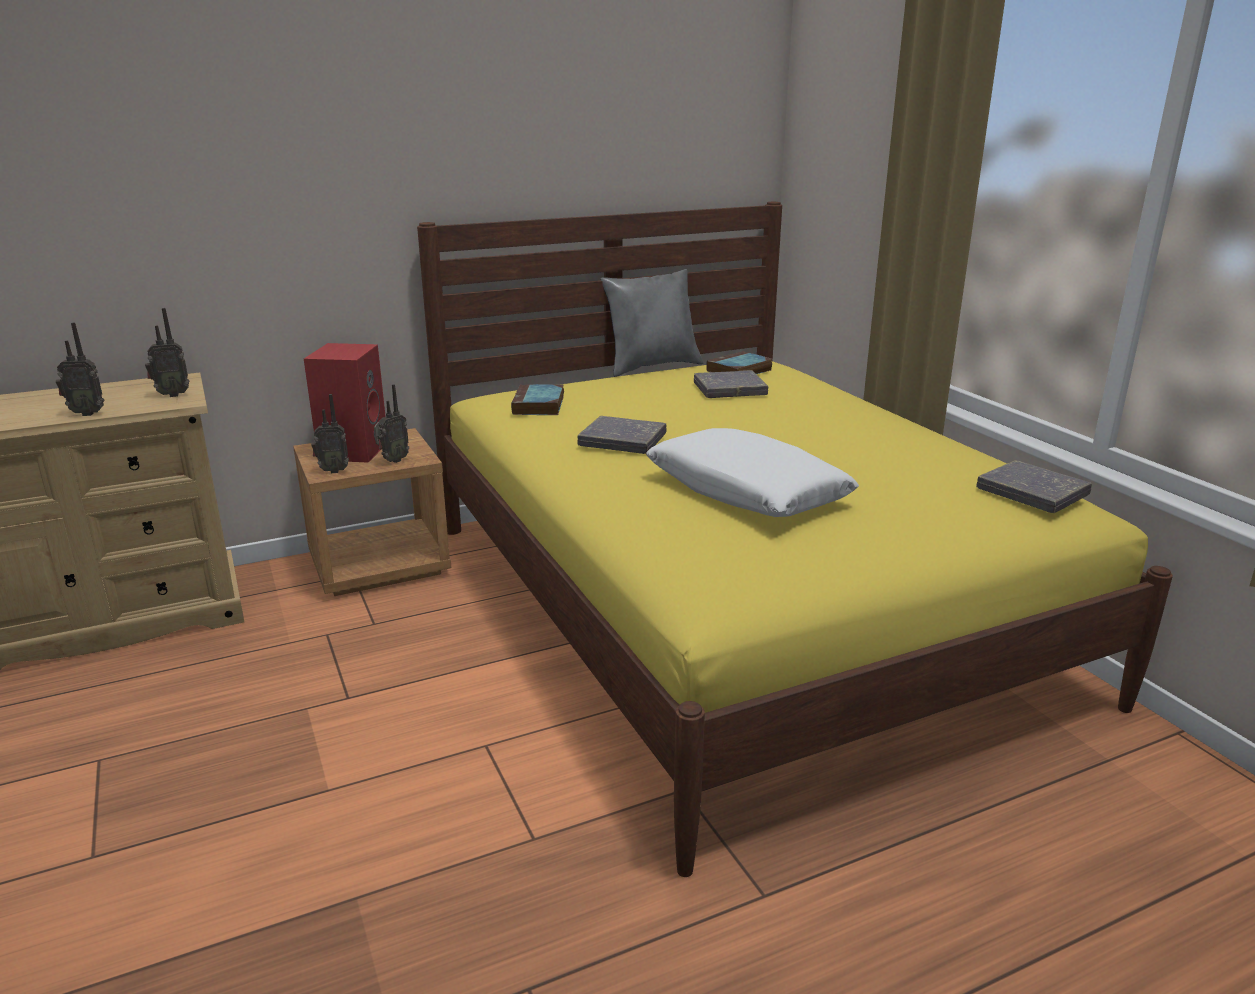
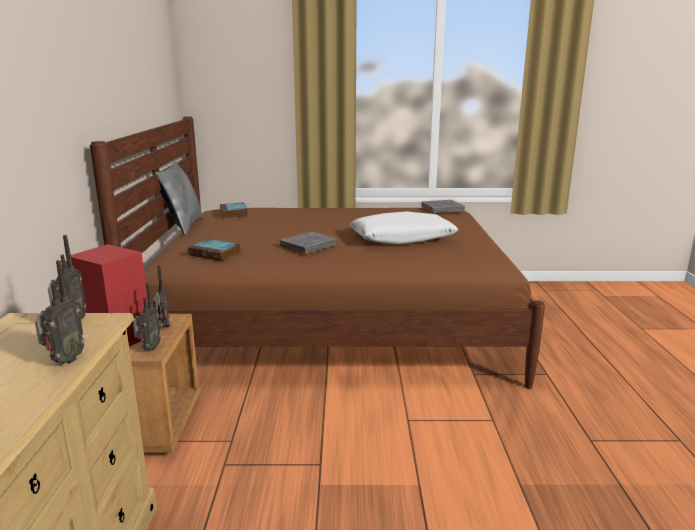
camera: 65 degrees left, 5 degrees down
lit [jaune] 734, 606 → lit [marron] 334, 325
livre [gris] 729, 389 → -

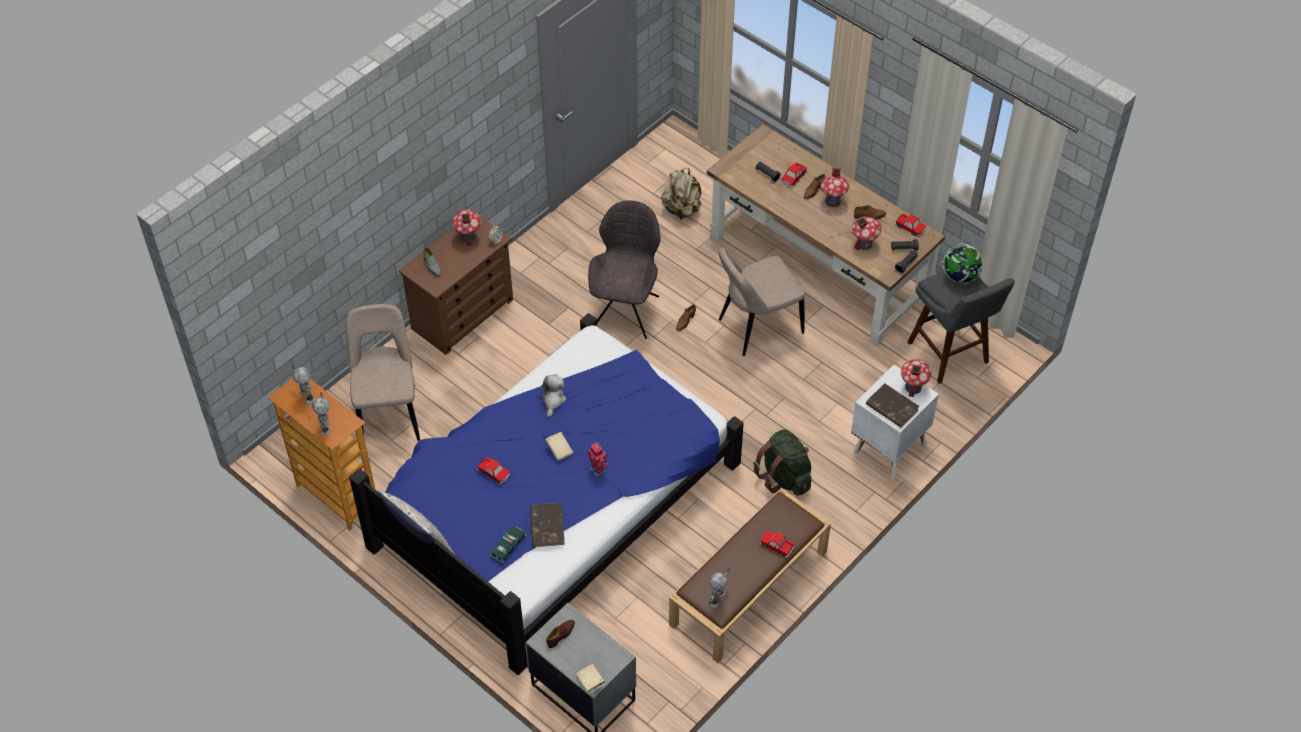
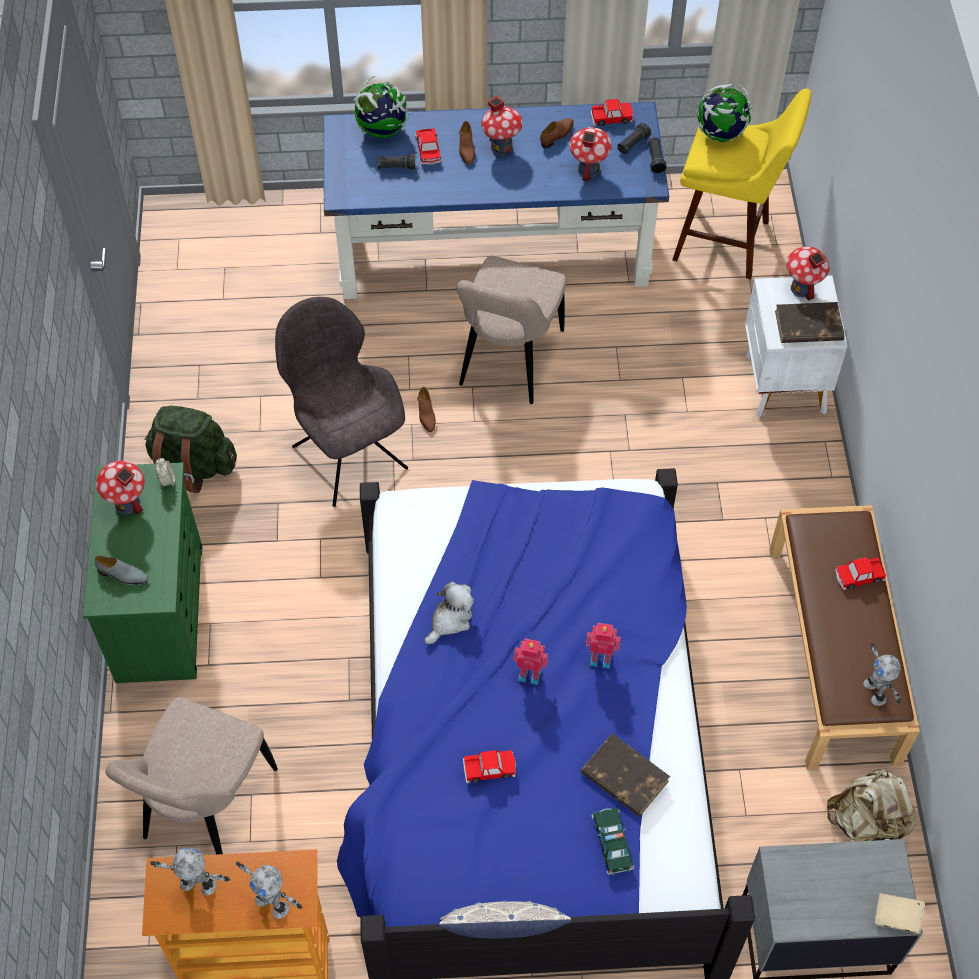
camera: 45 degrees left, 5 degrees up
chaise [beige] 389, 412 → chaise [beige] 206, 809, 105 degrees counterclockwise
commode [marron] 463, 314 → commode [vert] 160, 612
peluche 553, 400 → peluche 450, 619, 75 degrees clockwise
livre [beige] 559, 450 → robot jouet 530, 673
chaussure [marron] 561, 635 → -
sac à dos [beige] 682, 209 → sac à dos [beige] 867, 821, move
bureau [marron] 818, 266 → bureau [bleu] 494, 248
sac à dos [vert] 784, 476 → sac à dos [vert] 193, 466, move
tabouret [gris] 950, 355 → tabouret [jaune] 726, 242
- → globe 382, 130

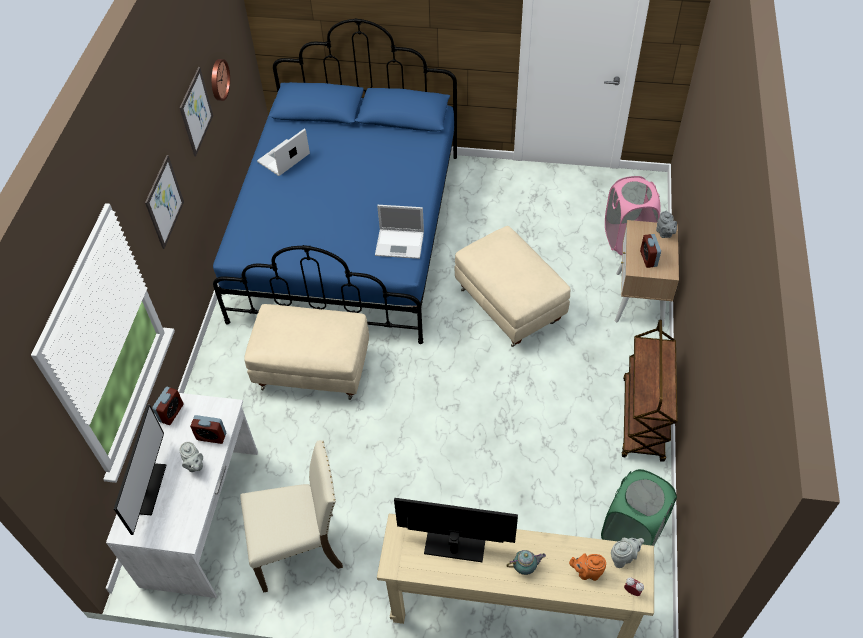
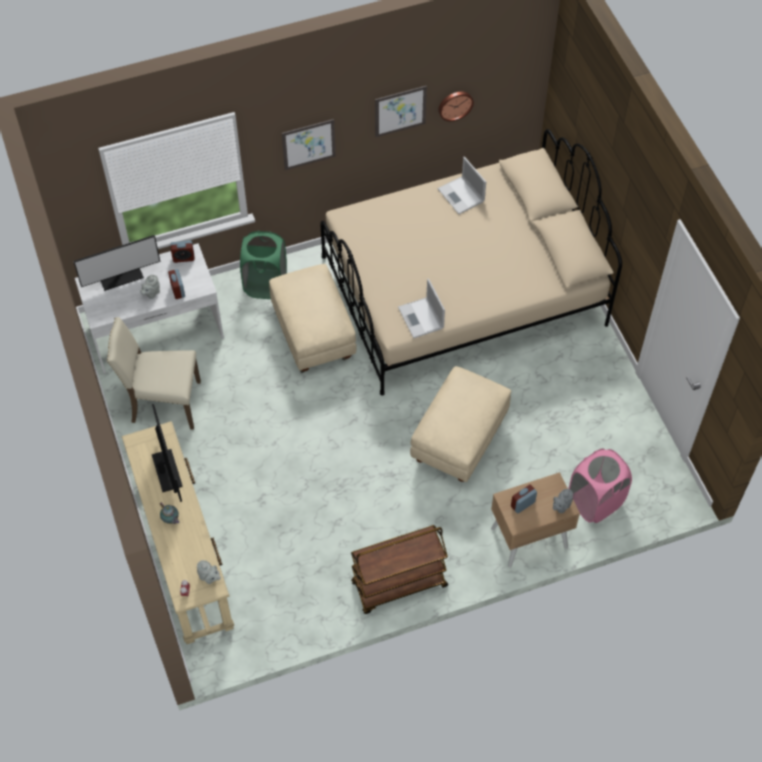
camera: 60 degrees right, 5 degrees up
lit [bleu] 350, 235 → lit [beige] 463, 291
chaise [beige] 300, 548 → chaise [beige] 164, 403, 135 degrees clockwise
ordinateur portable 283, 159 → ordinateur portable 461, 196, 135 degrees counterclockwise
théière [orange] 587, 572 → -
panier à linge [vert] 632, 534 → panier à linge [vert] 265, 284, move

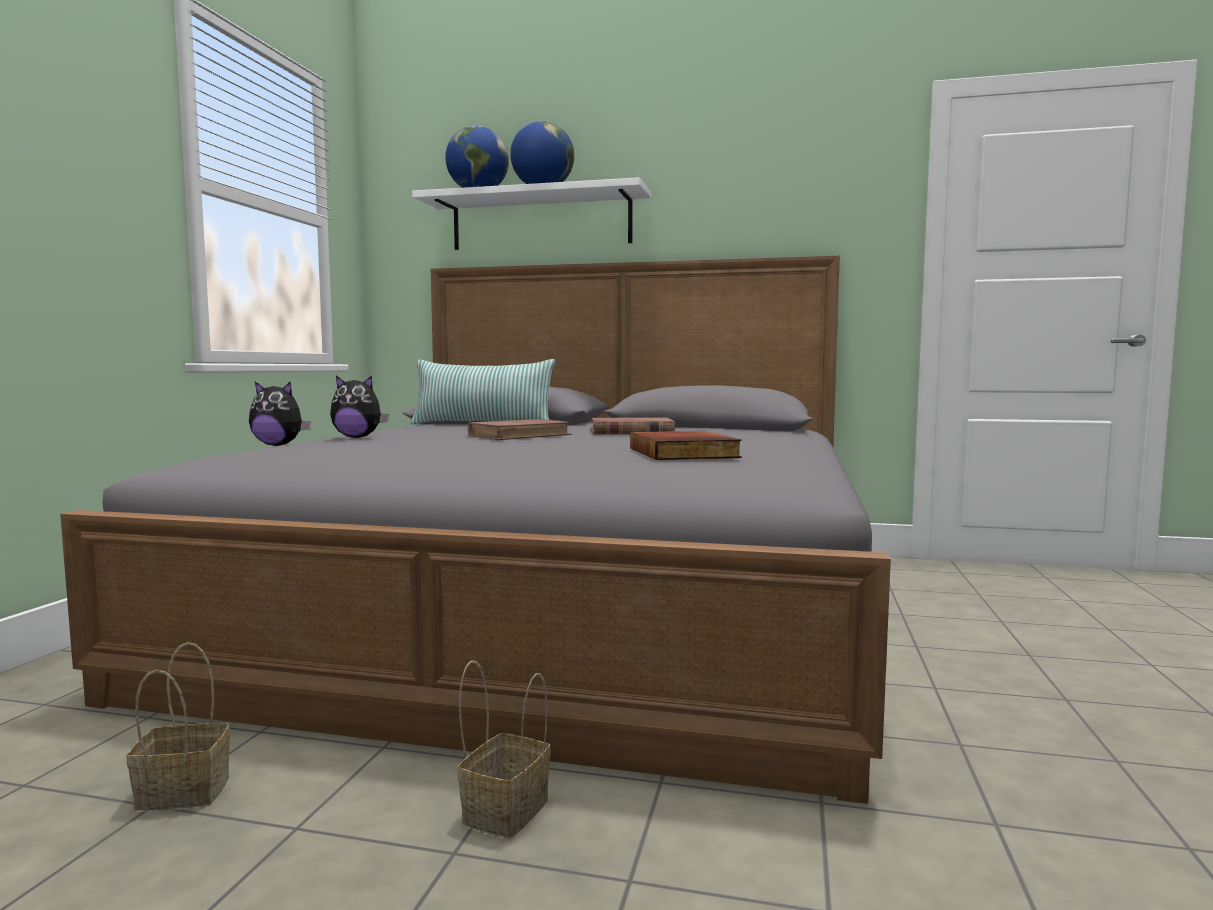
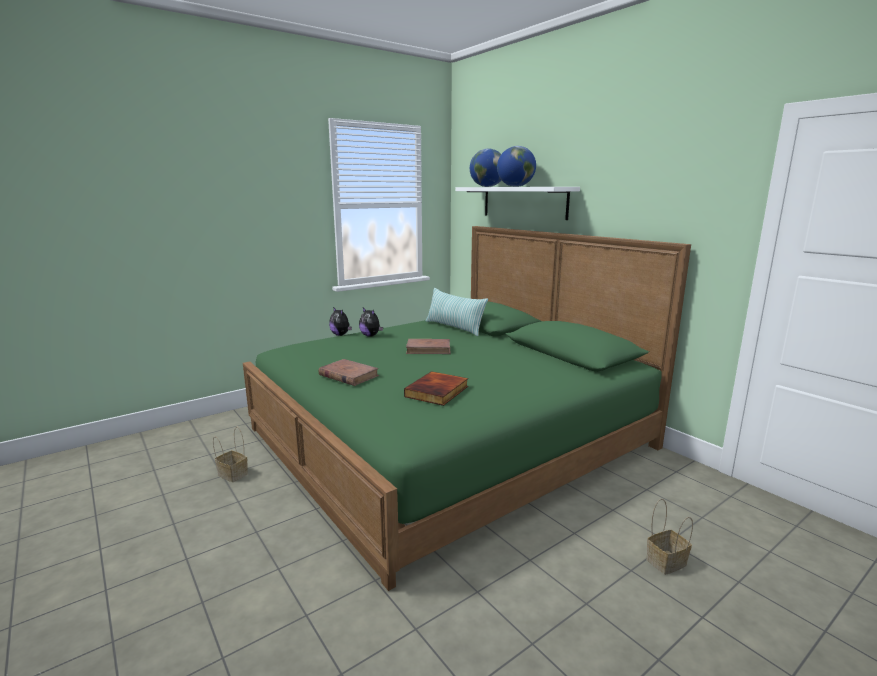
camera: 40 degrees right, 10 degrees up
lit [gris] 562, 607 → lit [vert] 448, 437
panier 506, 809 → panier 666, 561, move
livre [marron] 631, 432 → livre [marron] 348, 375, move

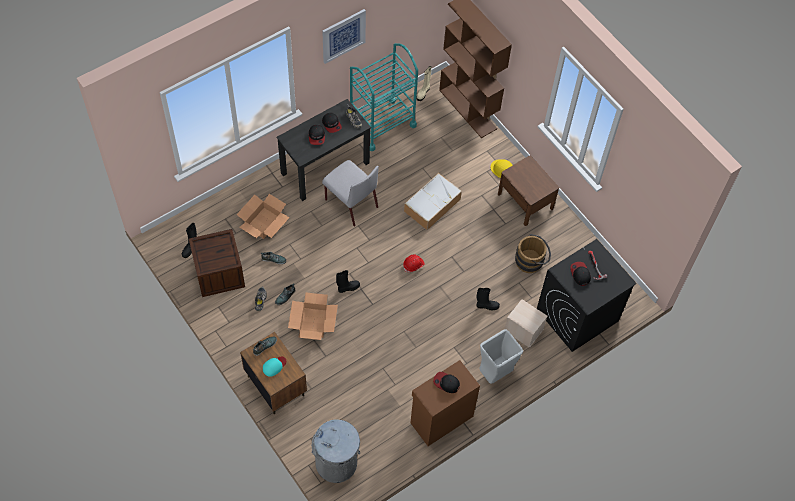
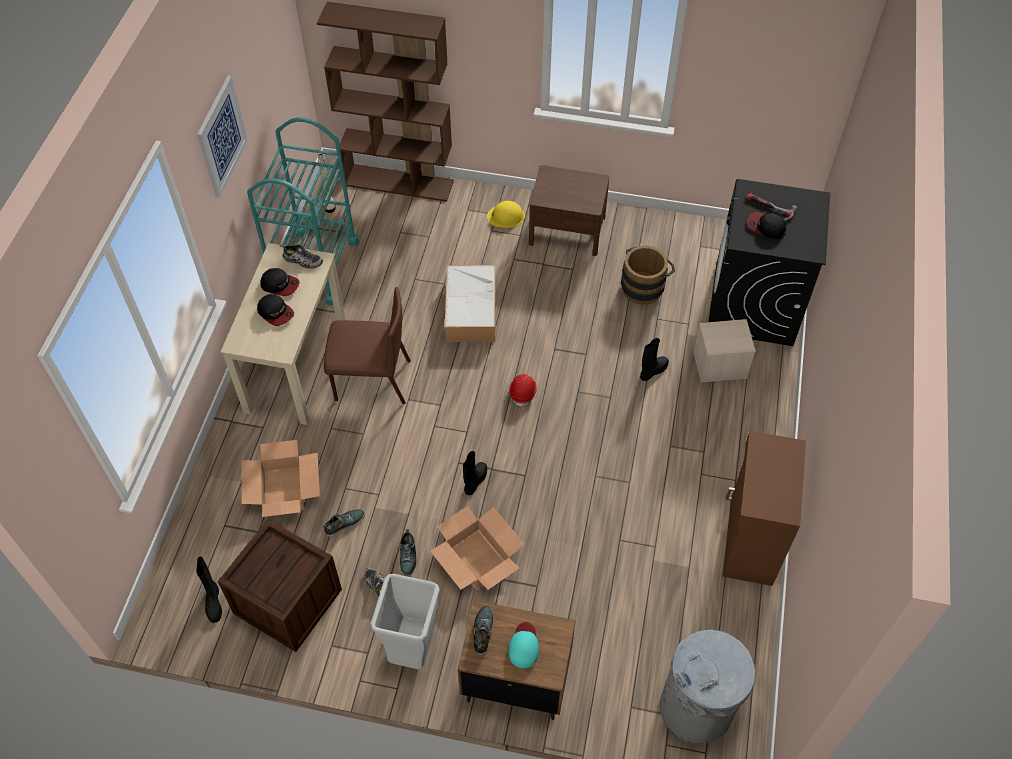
camera: 40 degrees left, 5 degrees down
bureau [noir] 325, 168 → bureau [beige] 296, 364
chaise [gris] 350, 203 → chaise [marron] 371, 380
casquette 446, 383 → -
poubelle [gris] 495, 373 → poubelle [gris] 412, 648, move

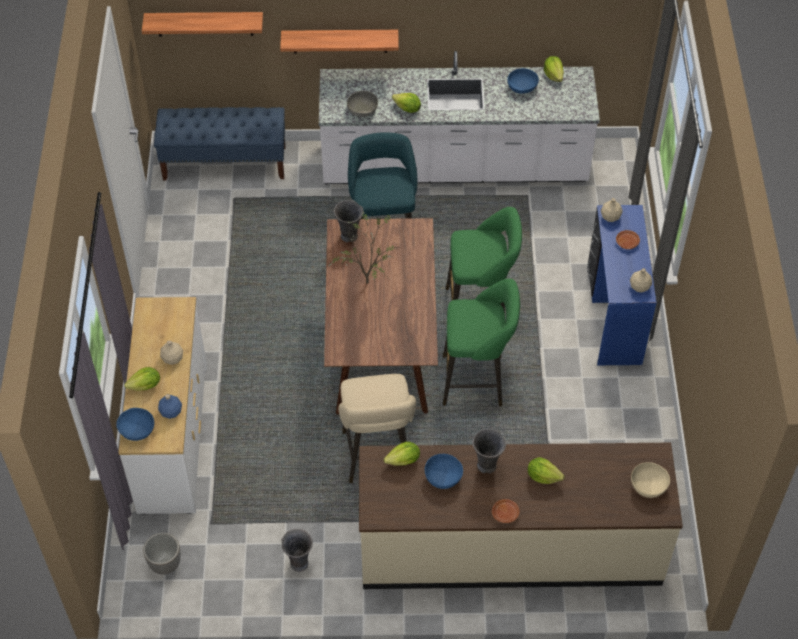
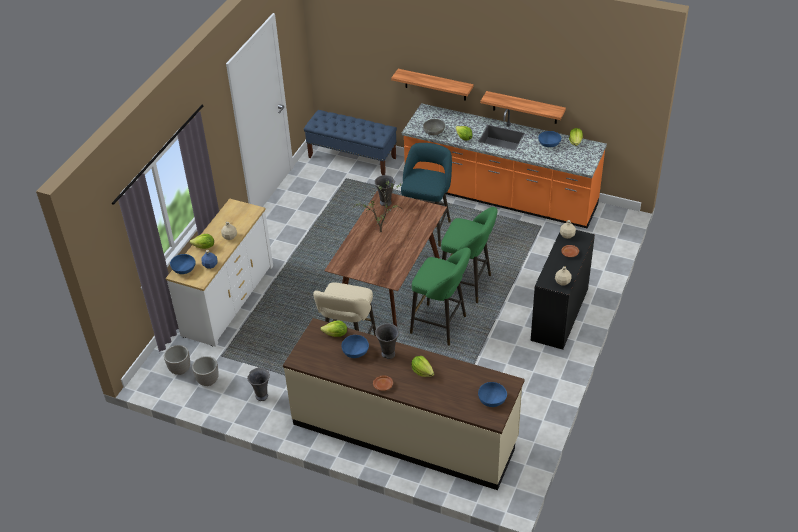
camera: 25 degrees right, 10 degrees down
étagère 204, 23 → étagère 525, 107, move
comptoir de cuisine [blanc] 454, 167 → comptoir de cuisine [orange] 500, 197
bureau [bleu] 612, 316 → bureau [noir] 559, 314
bol [beige] 648, 485 → bol [bleu] 492, 399
- → cache-pot 208, 381

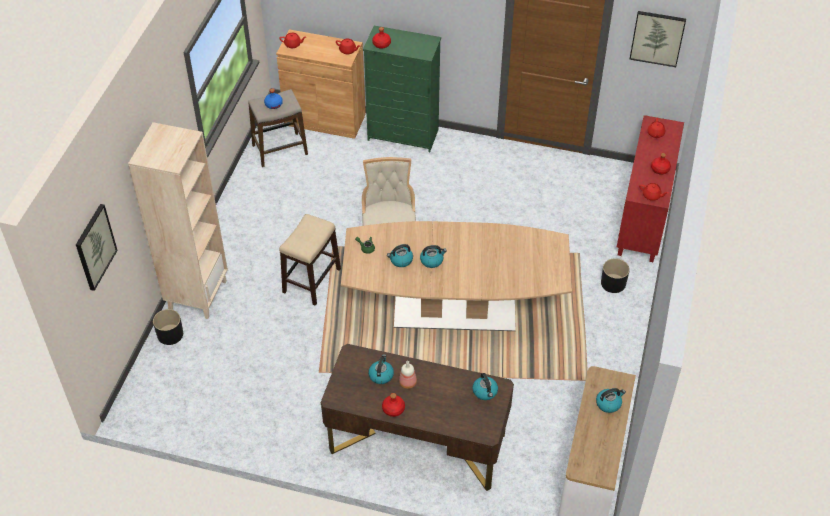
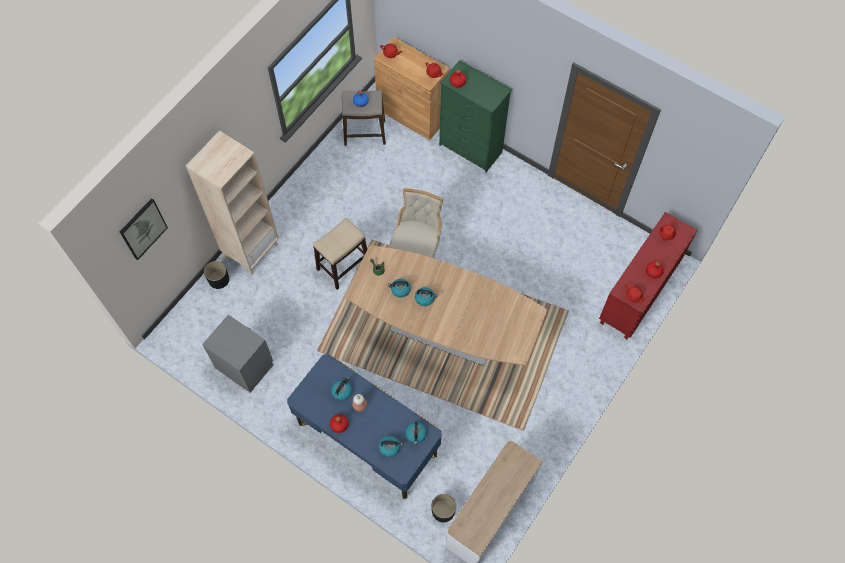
camera: 20 degrees right, 15 degrees up
bureau [marron] 417, 443 → bureau [bleu] 367, 439
bouilloire 608, 403 → bouilloire 390, 447, move
cache-pot [noir] 613, 283 → cache-pot [noir] 443, 510, move
tableau 657, 38 → -
- → table de chevet [gris] 245, 365

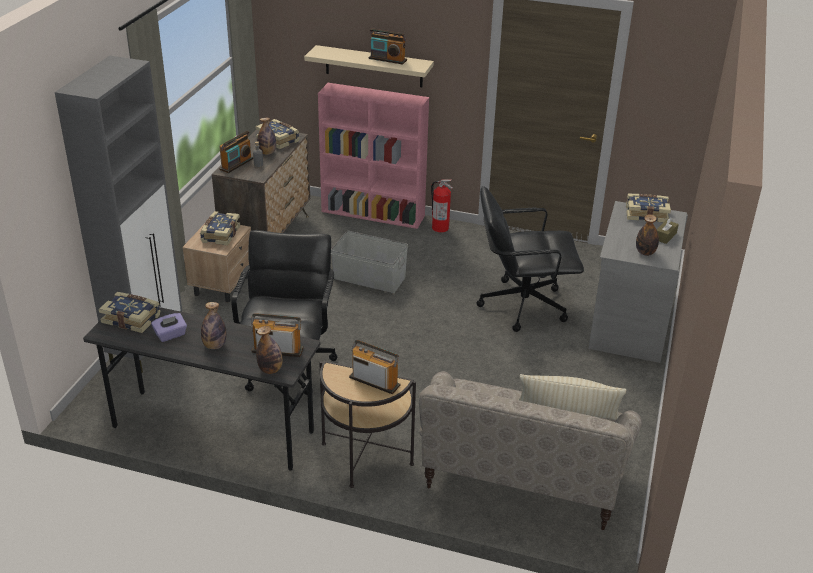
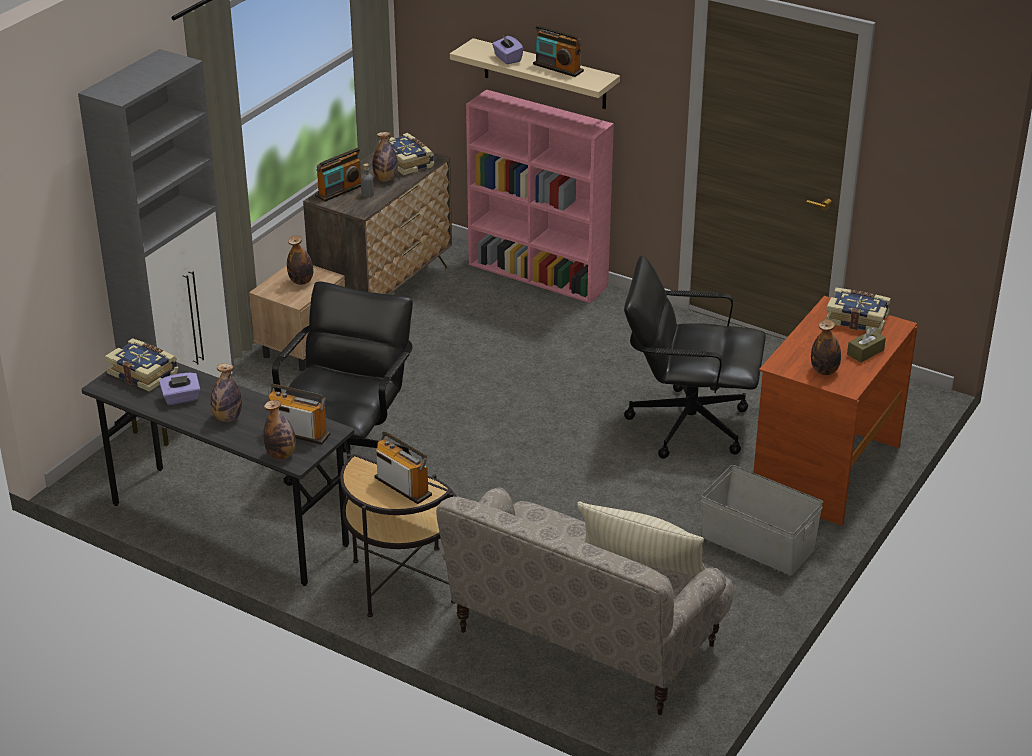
camera: 15 degrees right, 0 degrees up
livre 220, 234 → bouteille 301, 281
boîte de rangement [gris] 369, 278 → boîte de rangement [gris] 757, 544, move
extincteur 440, 228 → -
bureau [gris] 629, 324 → bureau [marron] 825, 469
- → boîte à mouchoirs [violet] 507, 58

